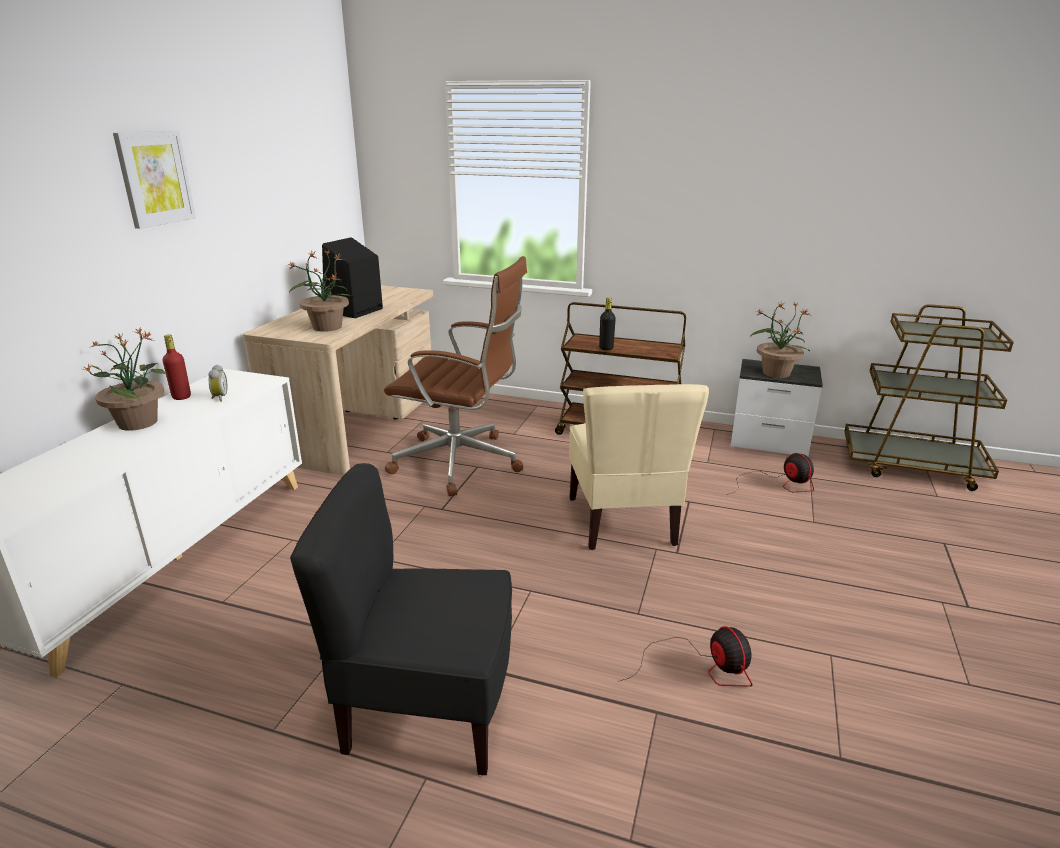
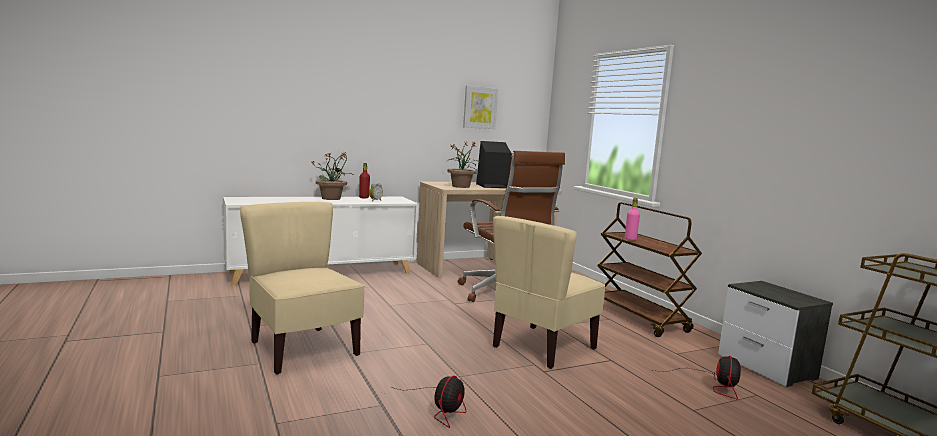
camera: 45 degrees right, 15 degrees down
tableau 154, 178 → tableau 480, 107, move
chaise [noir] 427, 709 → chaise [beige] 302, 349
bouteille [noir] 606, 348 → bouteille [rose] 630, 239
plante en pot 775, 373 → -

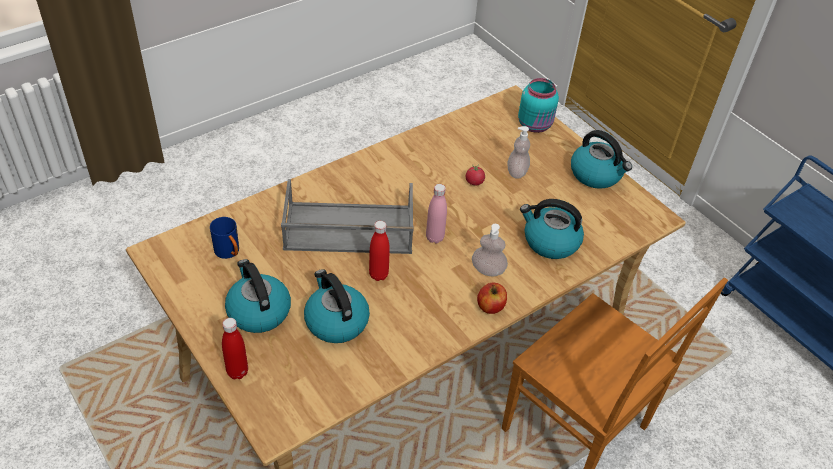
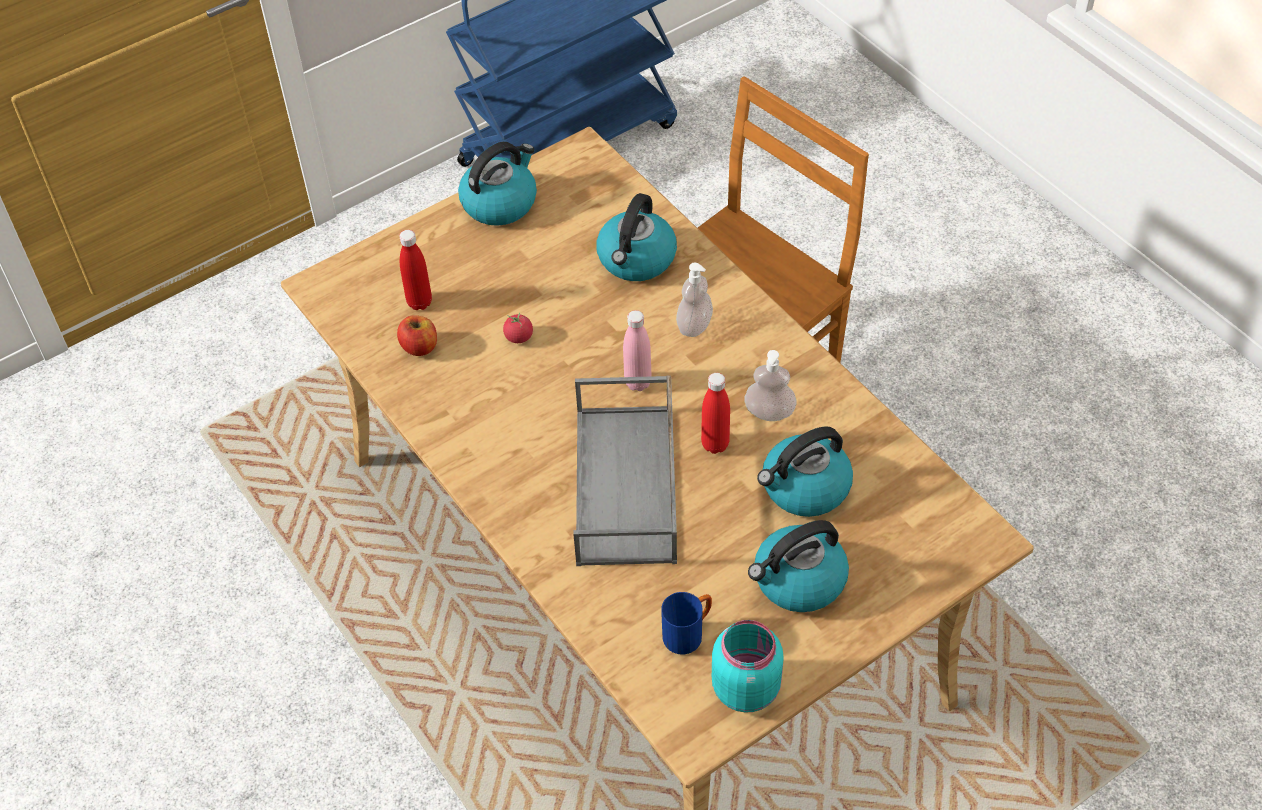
camera: 85 degrees left, 5 degrees up
bouteille [rouge] 237, 372 → bouteille [rouge] 419, 302, move
pomme 490, 306 → pomme 419, 347, move
distributeur de savon 517, 172 → distributeur de savon 769, 412, move
bocal [turquoise] 535, 125 → bocal [turquoise] 746, 687, move

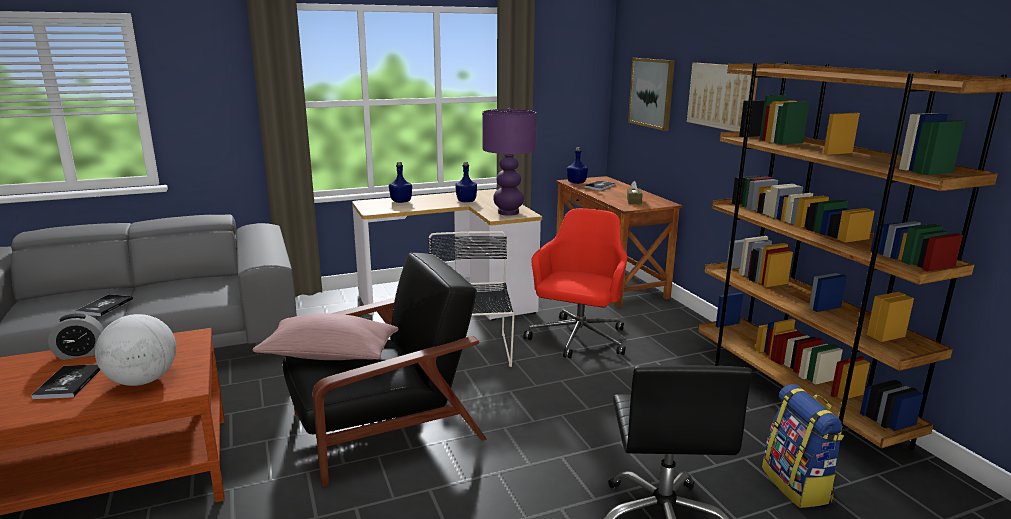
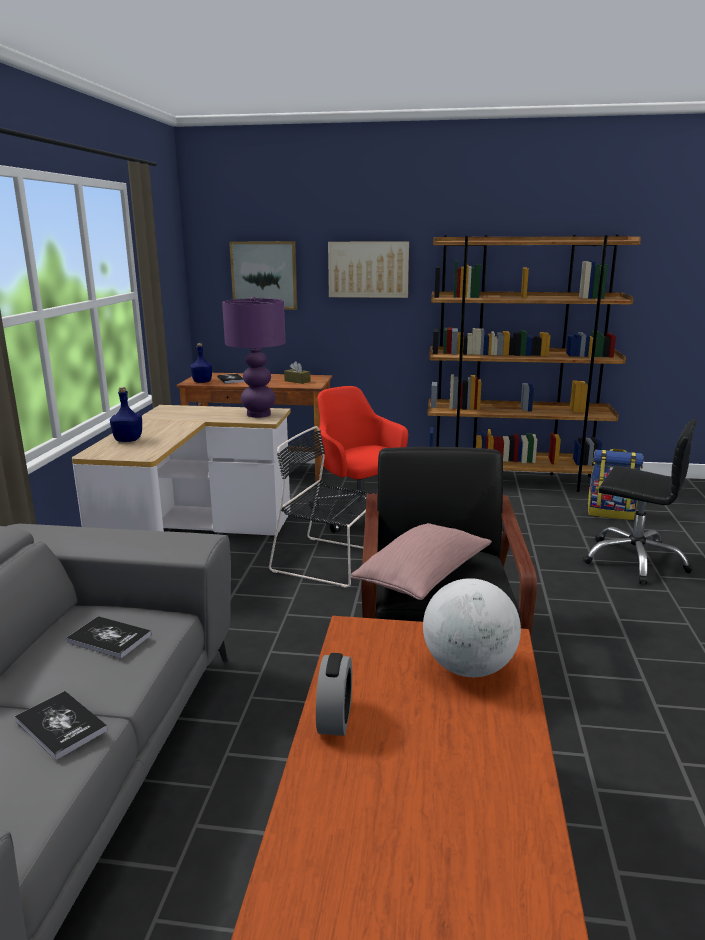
camera: 60 degrees left, 0 degrees up
livre 69, 382 → livre 109, 638, move
bouteille [bleu] 466, 201 → -

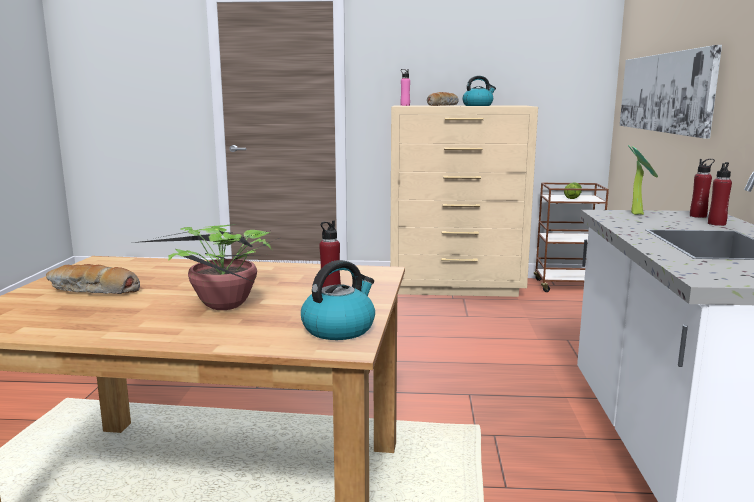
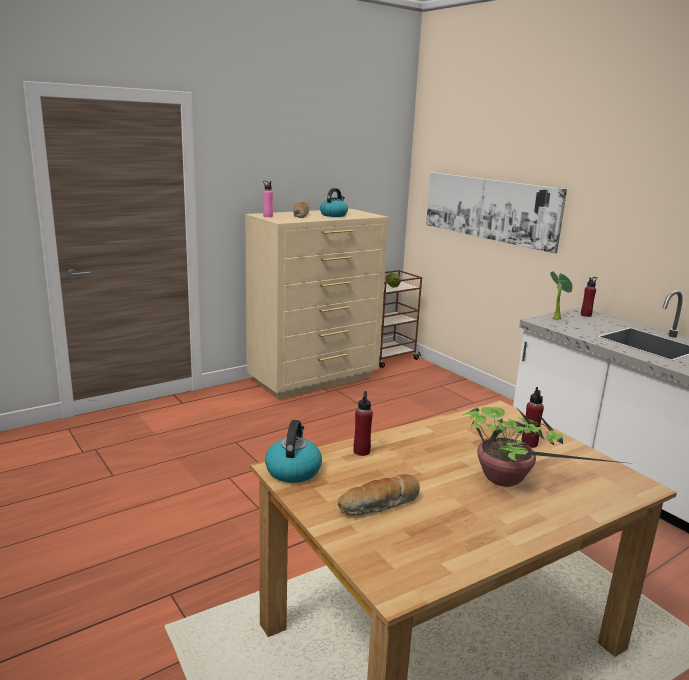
camera: 40 degrees left, 5 degrees up
bouilloire 339, 328 → bouilloire 293, 470, move
bouteille [rouge] 716, 224 → bouteille [rouge] 361, 451, move

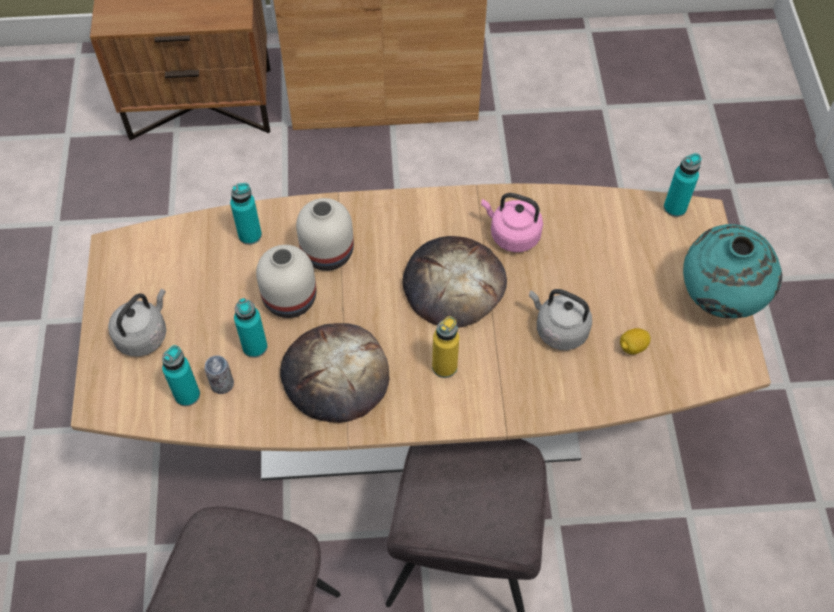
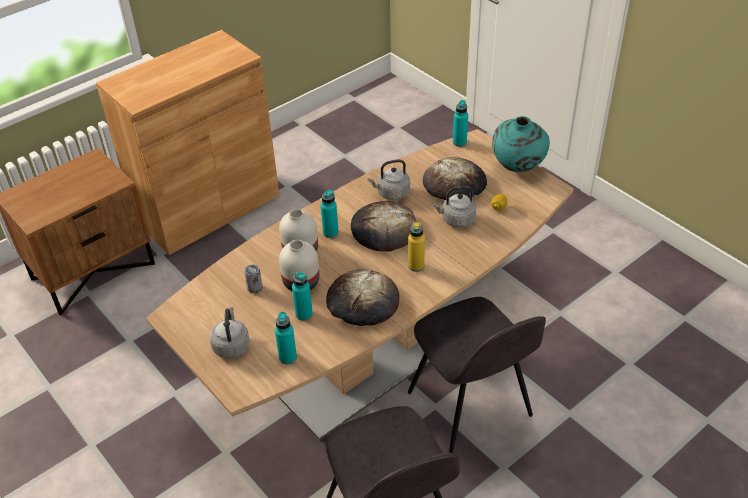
camera: 35 degrees left, 15 degrees down
boîte métallique 222, 384 → boîte métallique 255, 288, move
bouteille [turquoise] 250, 235 → bouteille [turquoise] 330, 233, move
bouilloire [rose] 512, 235 → bouilloire [gris] 391, 193
- → pain 455, 184

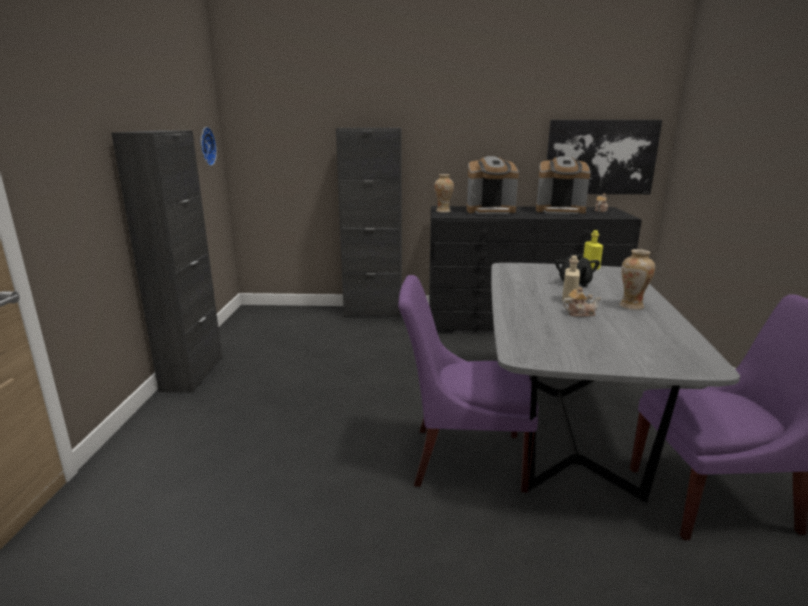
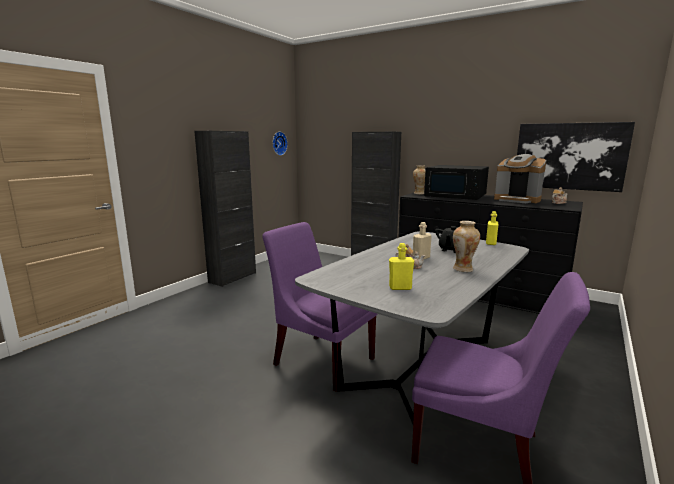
camera: 30 degrees right, 5 degrees down
machine à café 490, 211 → micro-ondes [noir] 456, 196
- → bouteille [jaune] 400, 288

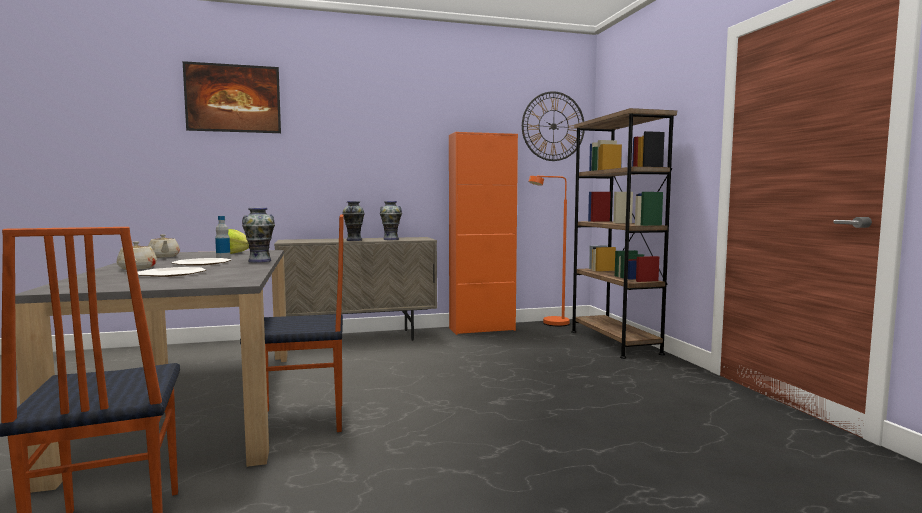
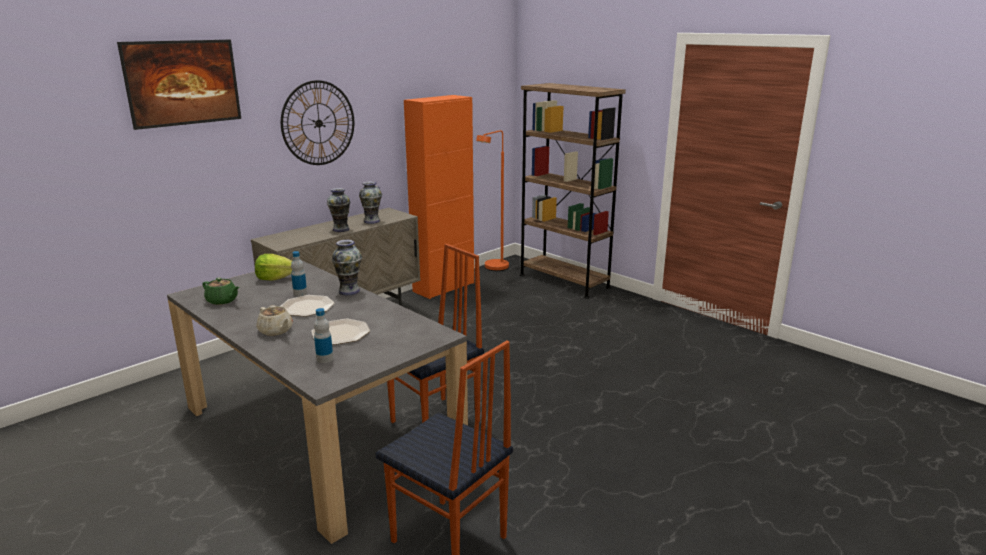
camera: 30 degrees left, 15 degrees up
théière [beige] 164, 257 → théière [vert] 222, 301
horloge murale 553, 126 → horloge murale 318, 123, move
- → bouteille 325, 359

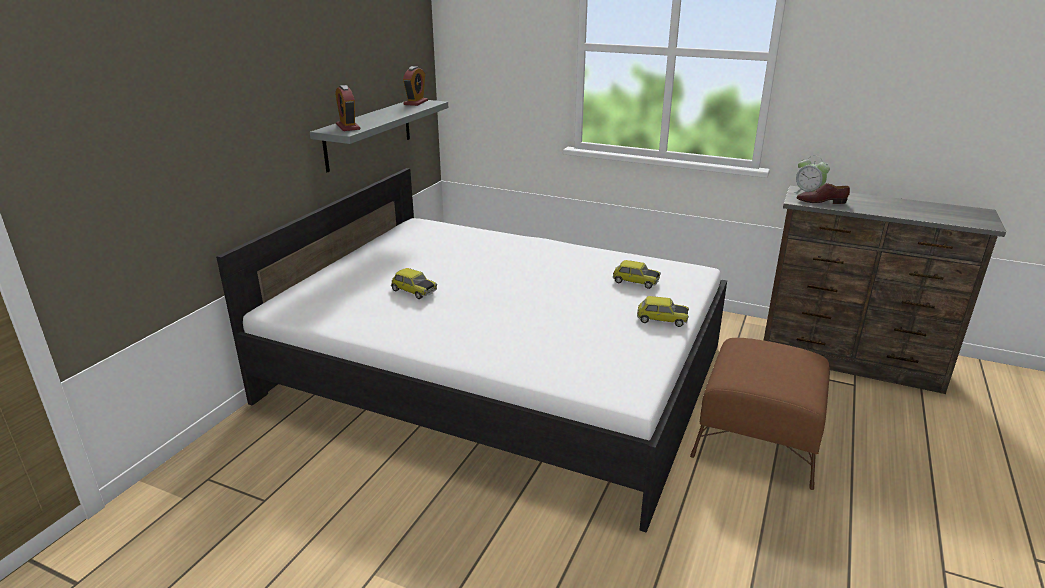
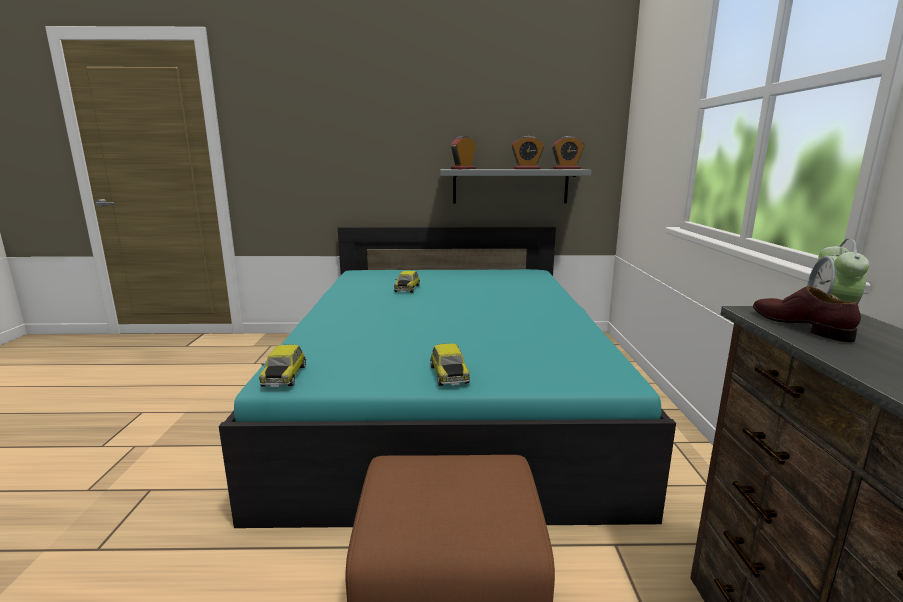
camera: 65 degrees right, 10 degrees down
lit [blanc] 498, 373 → lit [turquoise] 447, 395
petite voiture 635, 282 → petite voiture 283, 376, move
- → réveil 526, 169

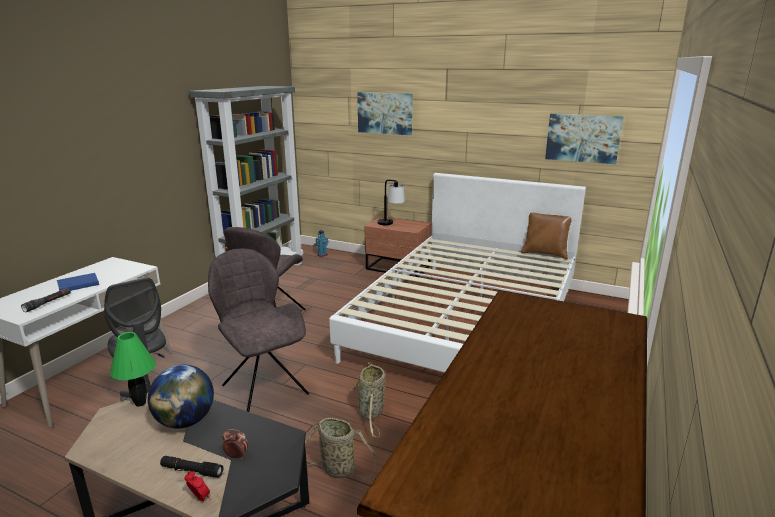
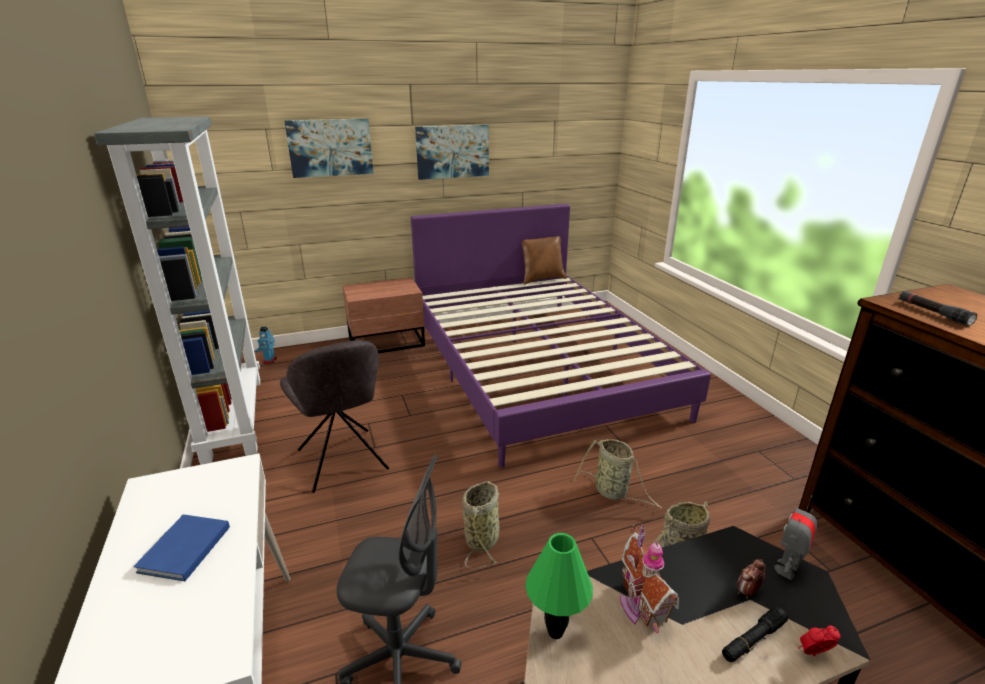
camera: 45 degrees left, 5 degrees up
lampe de poche [noir] 48, 303 → lampe de poche [noir] 933, 312, move
globe 185, 421 → maison miniature 640, 605
chaise [gris] 263, 388 → panier 483, 538
lit [blanc] 468, 321 → lit [violet] 537, 367
lampe de table 390, 224 → -
tableau 583, 138 → tableau 452, 151, move
- → robot jouet 787, 568

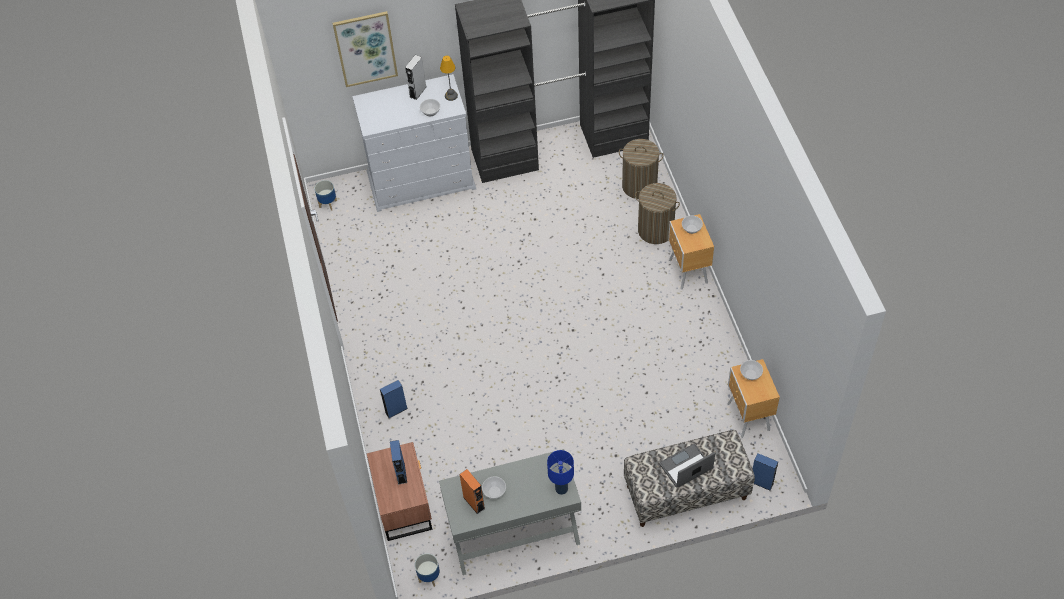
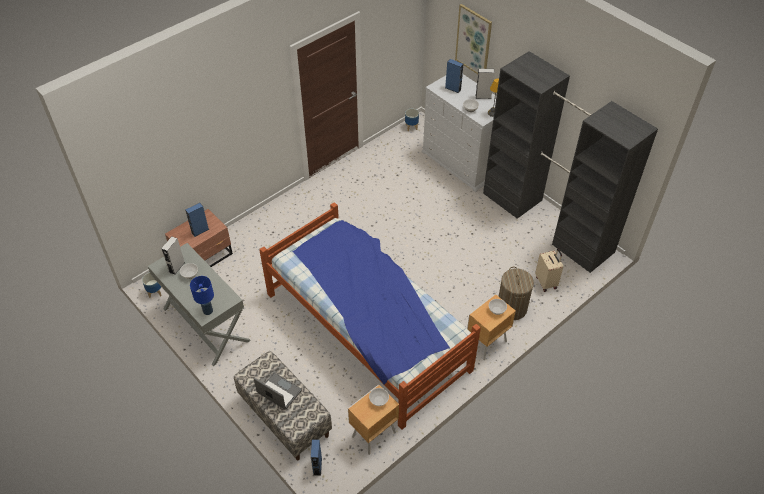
camera: 60 degrees right, 5 degrees down
enceinte [bleu] 396, 410 → enceinte [bleu] 453, 88, move
enceinte [orange] 474, 503 → enceinte [gris] 176, 267
panier à linge 639, 186 → valise [beige] 546, 282
- → lit 367, 330

